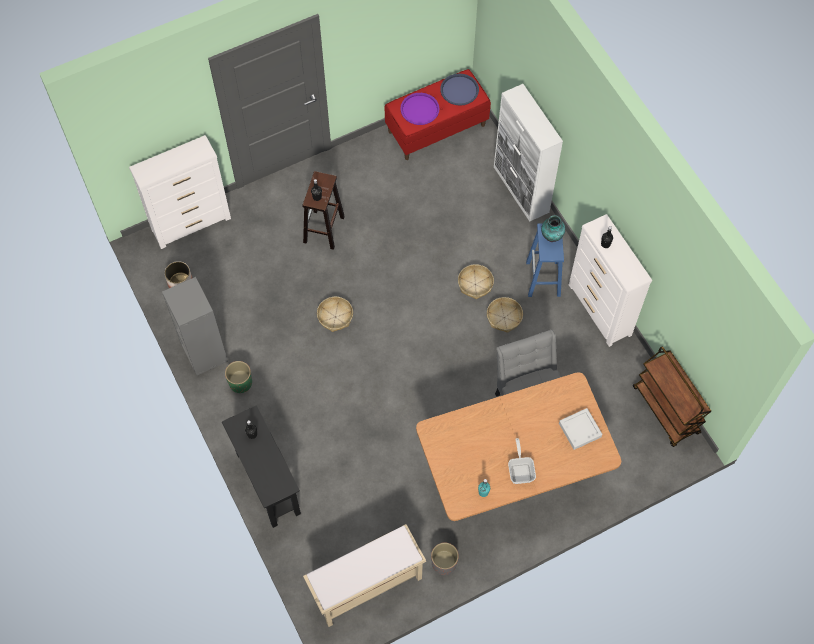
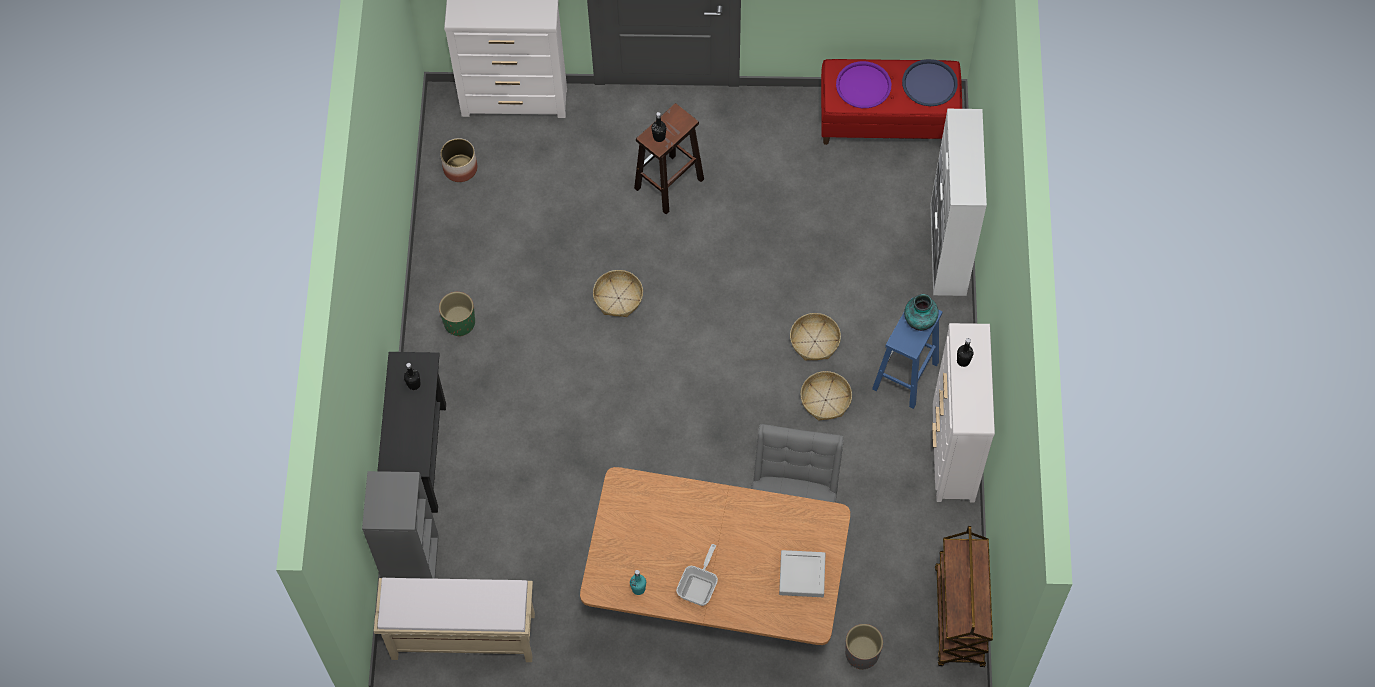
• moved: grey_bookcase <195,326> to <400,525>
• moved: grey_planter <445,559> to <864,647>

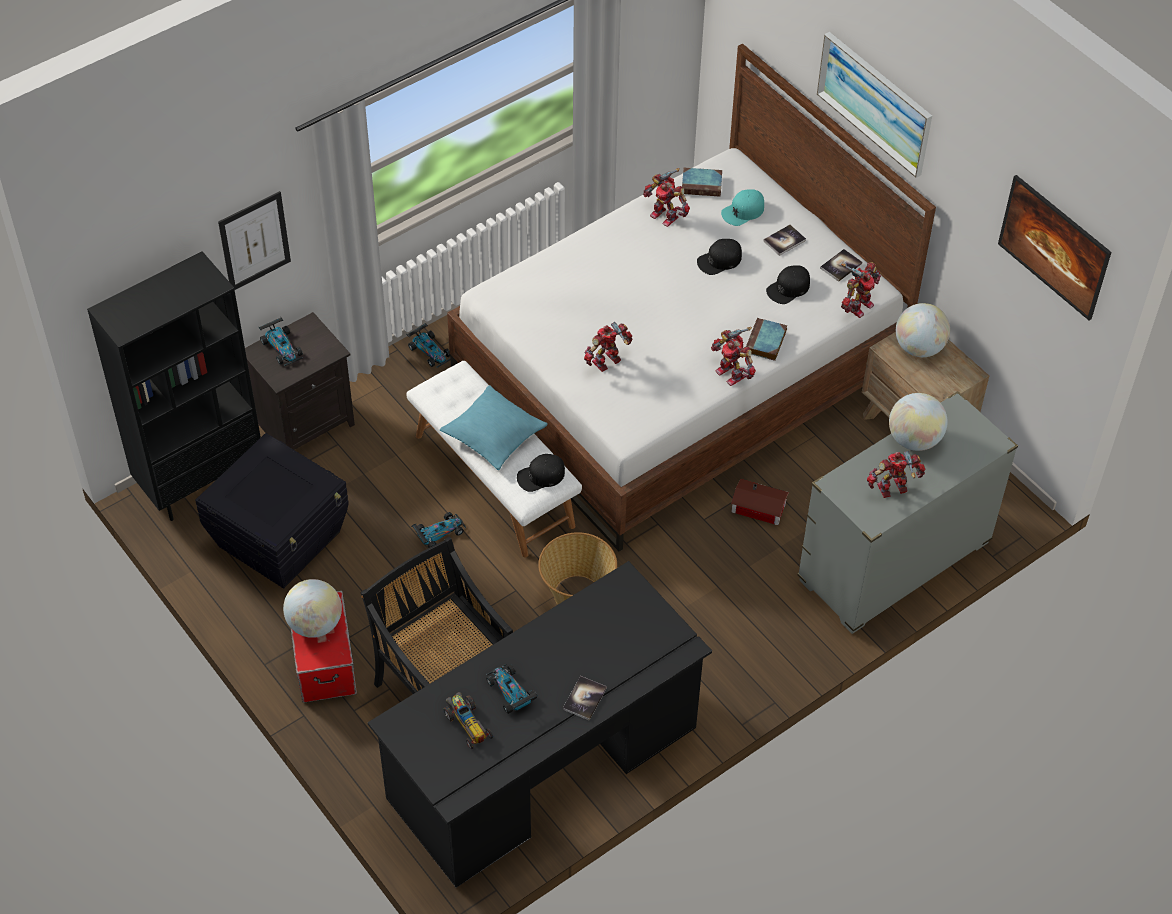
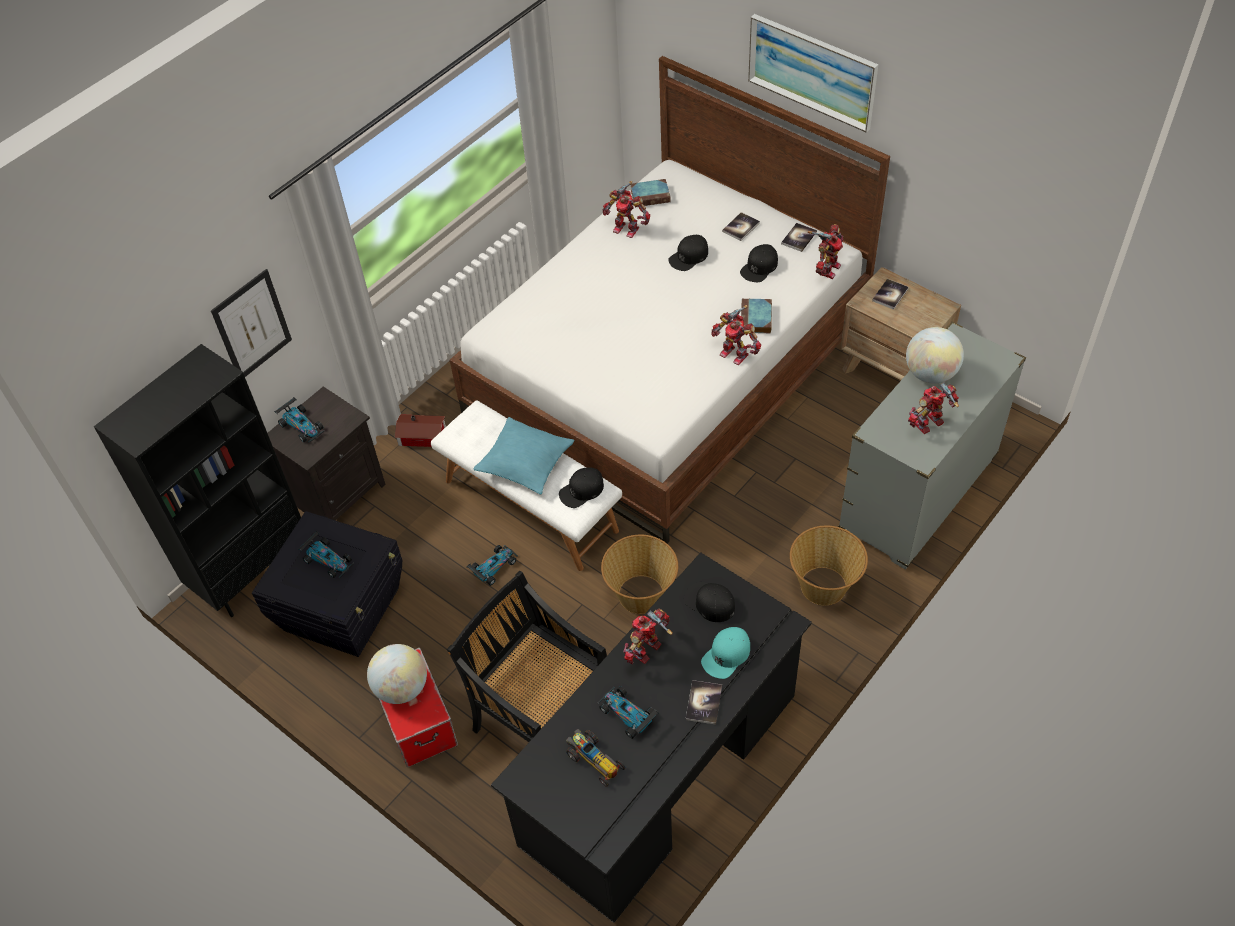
• removed: picture <1055,247>
• added: black_cap <709,602>
• added: basket <829,566>
• moved: toy_car <428,345> to <326,554>
• moved: toy_robot <608,347> to <648,636>
• moved: turquoise_cap <742,207> to <725,653>
• moved: toy_house <760,502> to <420,430>
• replaced: globe <923,330> to book <890,294>

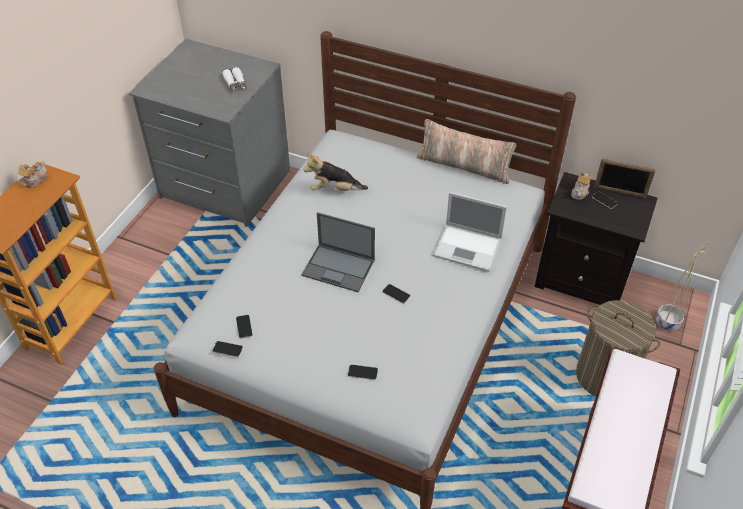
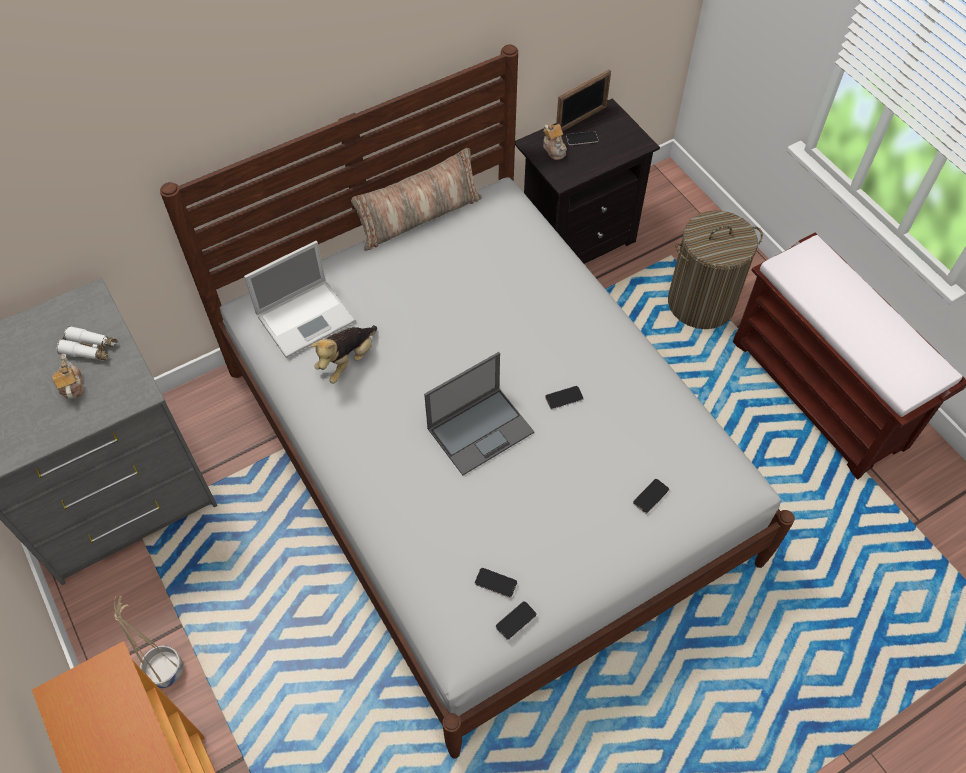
• moved: teapot <32,174> to <68,376>
• moved: laptop <470,231> to <300,299>
• moved: beige_planter <683,286> to <148,642>

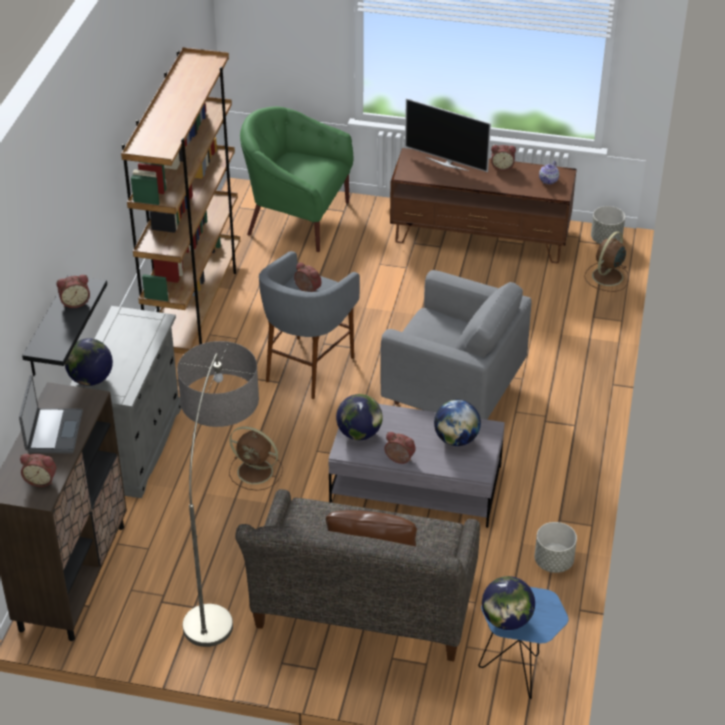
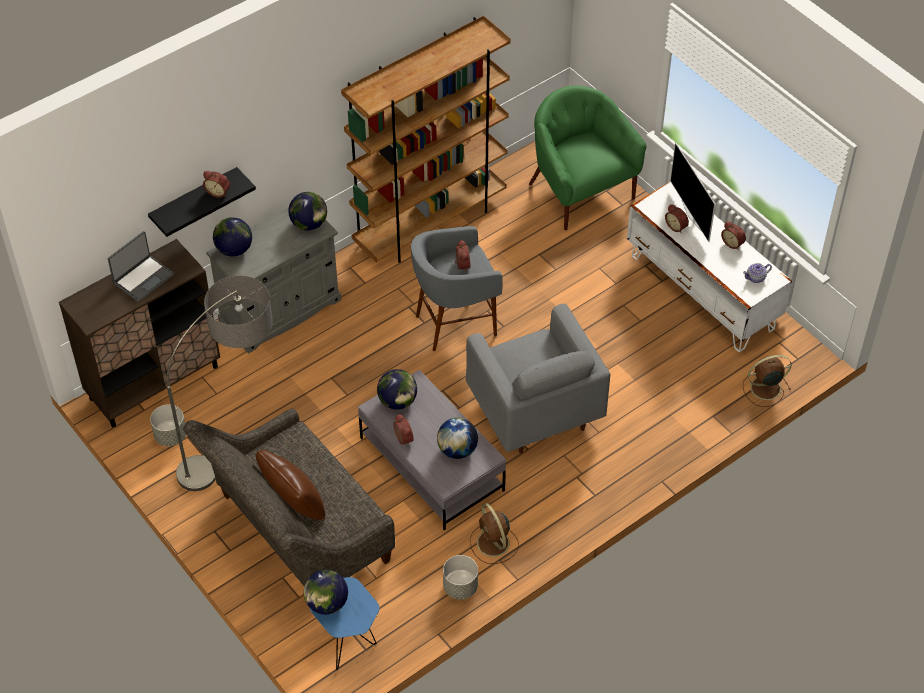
• added: globe <307,211>
• moved: alarm_clock <38,470> to <677,218>
• moved: brown_fan <256,458> to <494,533>
• moved: grey_planter <608,225> to <168,425>
• recoloured: brown_tv_stand <483,206> to white_tv_stand <709,267>

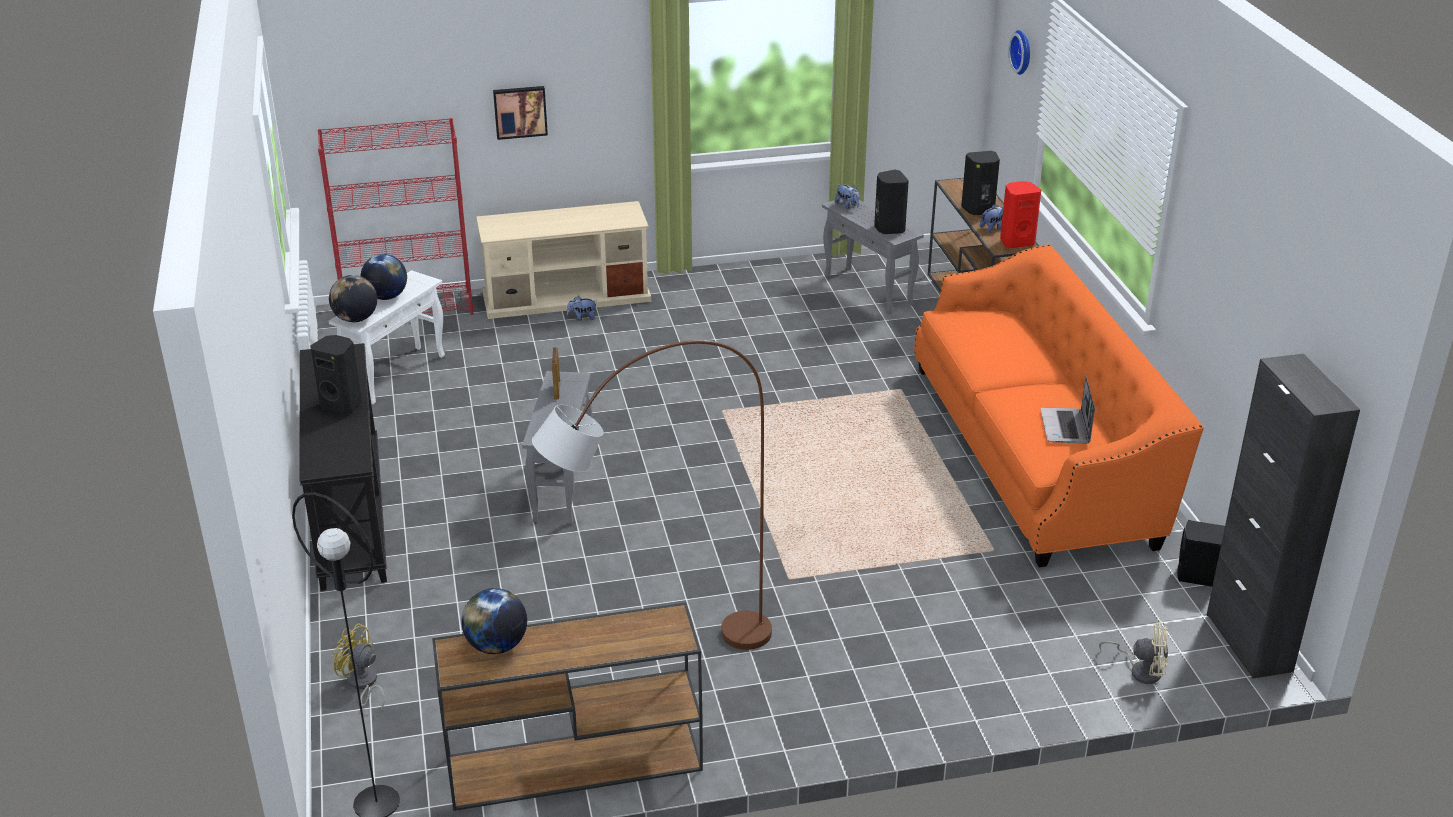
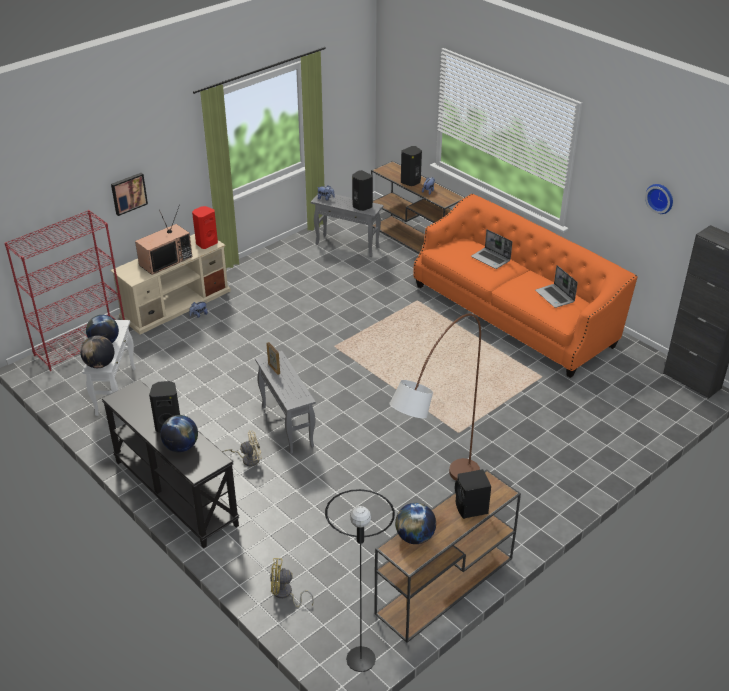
• added: television <163,241>
• added: globe <179,433>
• added: laptop <491,249>
• moved: red_speaker <1020,214> to <205,227>
• moved: wall_clock <1019,52> to <659,199>
• moved: beige_fan <1133,653> to <242,448>
• moved: black_speaker <1201,553> to <473,494>

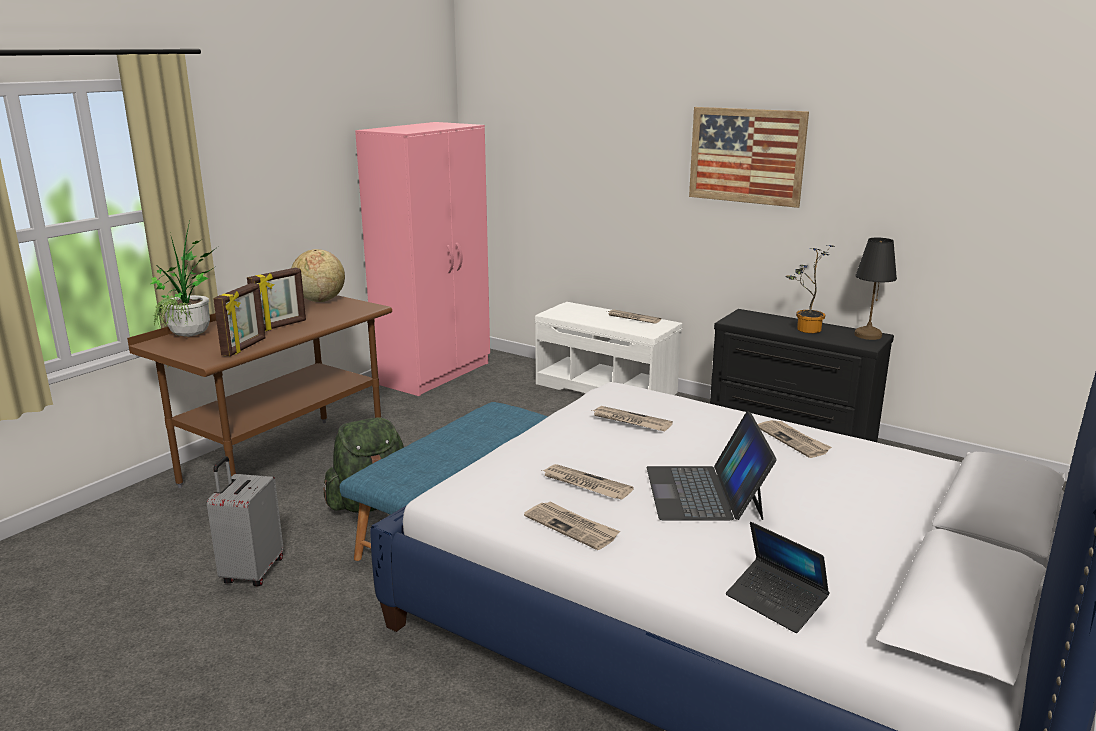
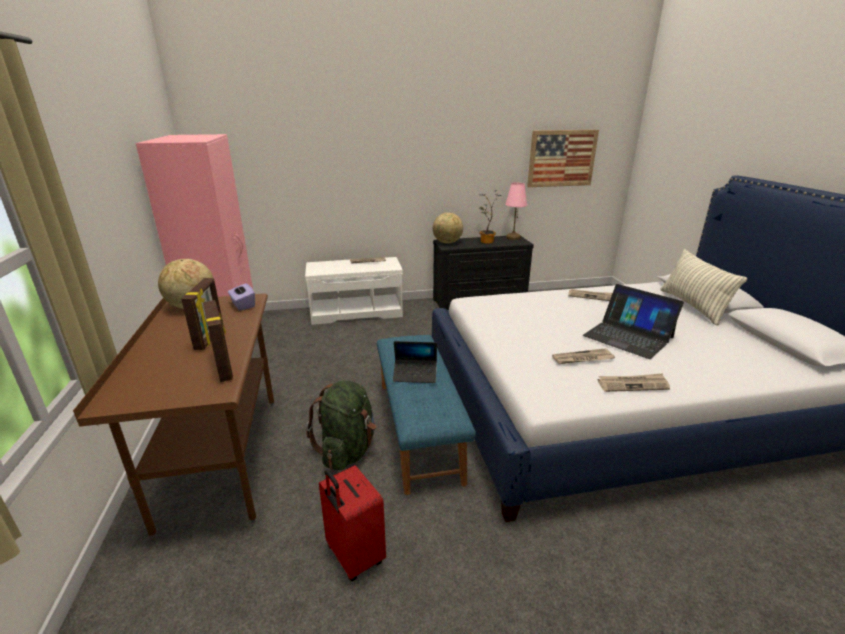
• removed: potted_plant <183,279>
• removed: newspaper <632,418>
• added: purple_tissue_box <241,297>
• added: globe <448,228>
• added: pillow <704,287>
• moved: picture <749,157> to <563,158>
• moved: laptop <777,577> to <415,362>
• recoloured: grey_suitcase <245,521> to red_suitcase <352,523>
• recoloured: black_table_lamp <875,289> to pink_table_lamp <516,211>

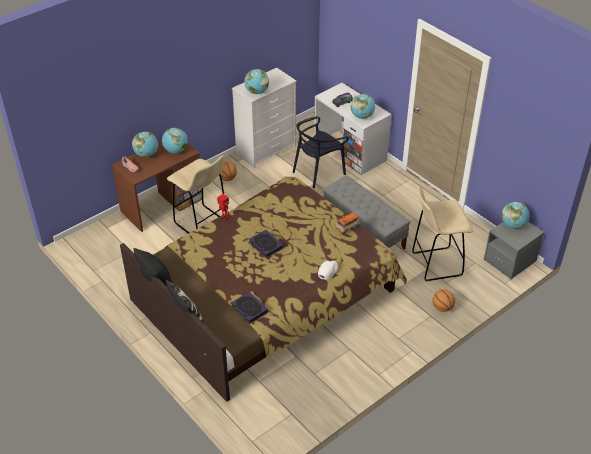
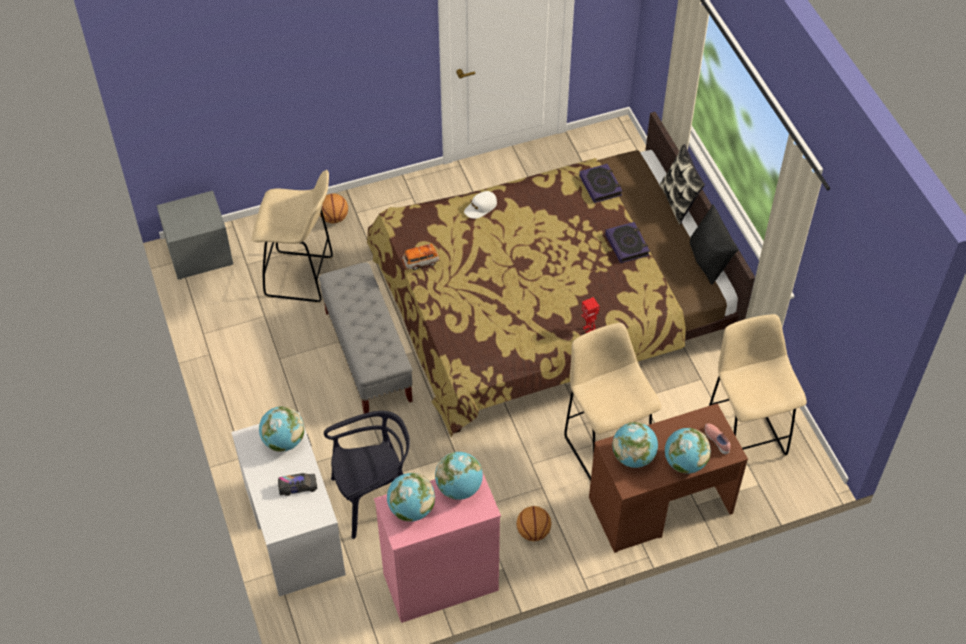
• added: beige_stool <758,385>
• moved: book <266,244> to <627,242>
• moved: globe <515,215> to <411,497>
• recoloured: white_dresser <264,118> to pink_dresser <437,547>

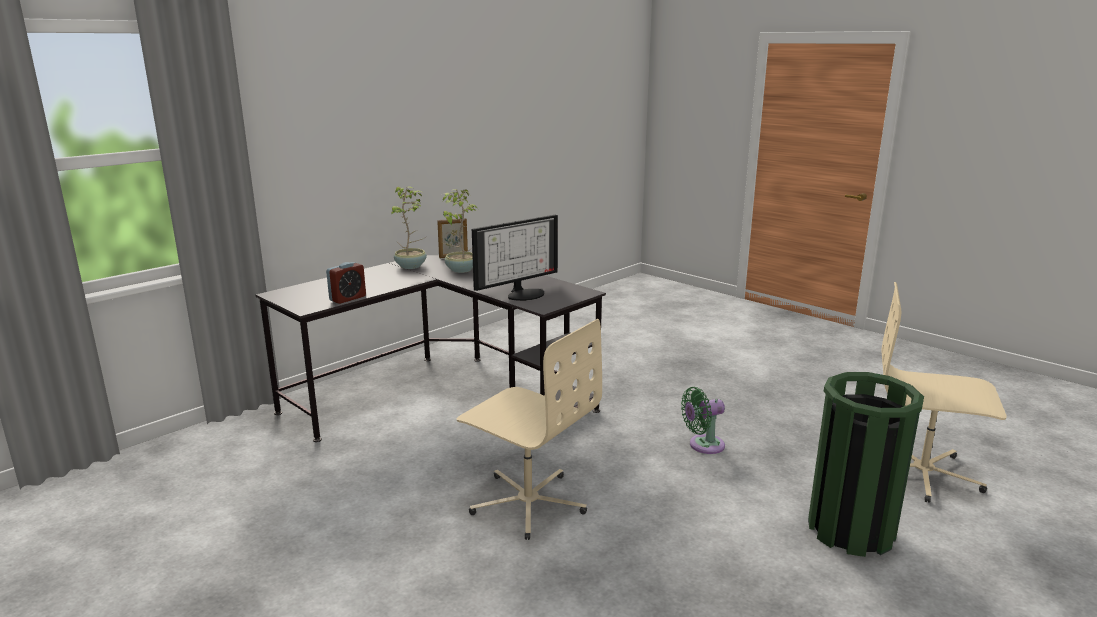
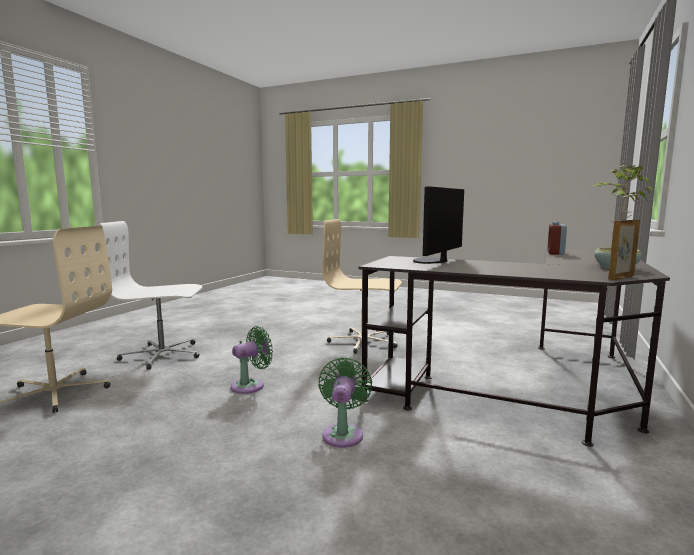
• removed: potted_plant <460,231>
• added: green_fan <345,402>
• replaced: green_trash_can <866,464> to white_office_chair <151,295>

